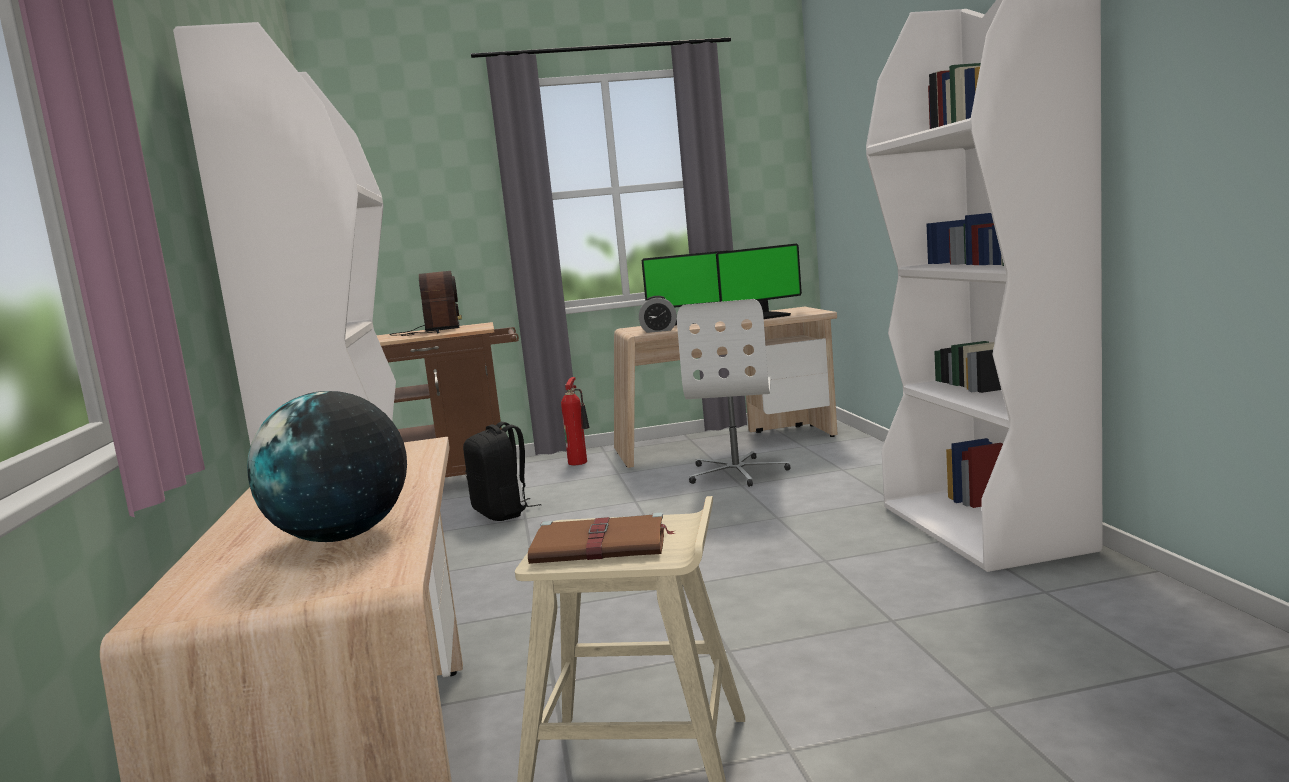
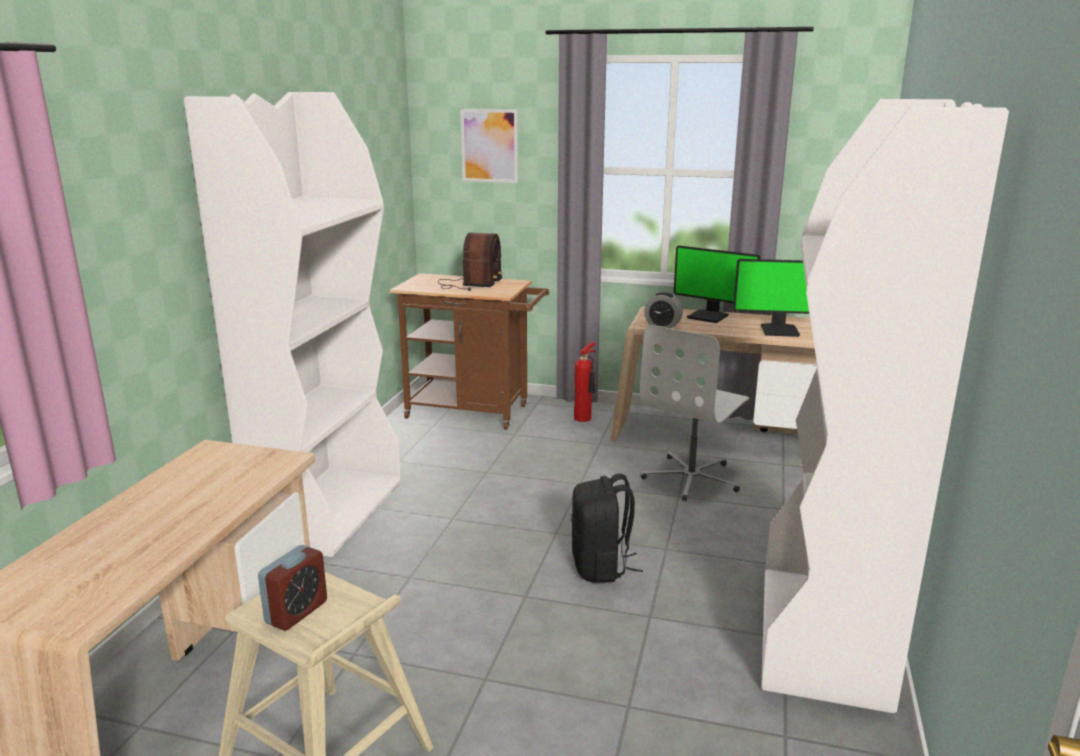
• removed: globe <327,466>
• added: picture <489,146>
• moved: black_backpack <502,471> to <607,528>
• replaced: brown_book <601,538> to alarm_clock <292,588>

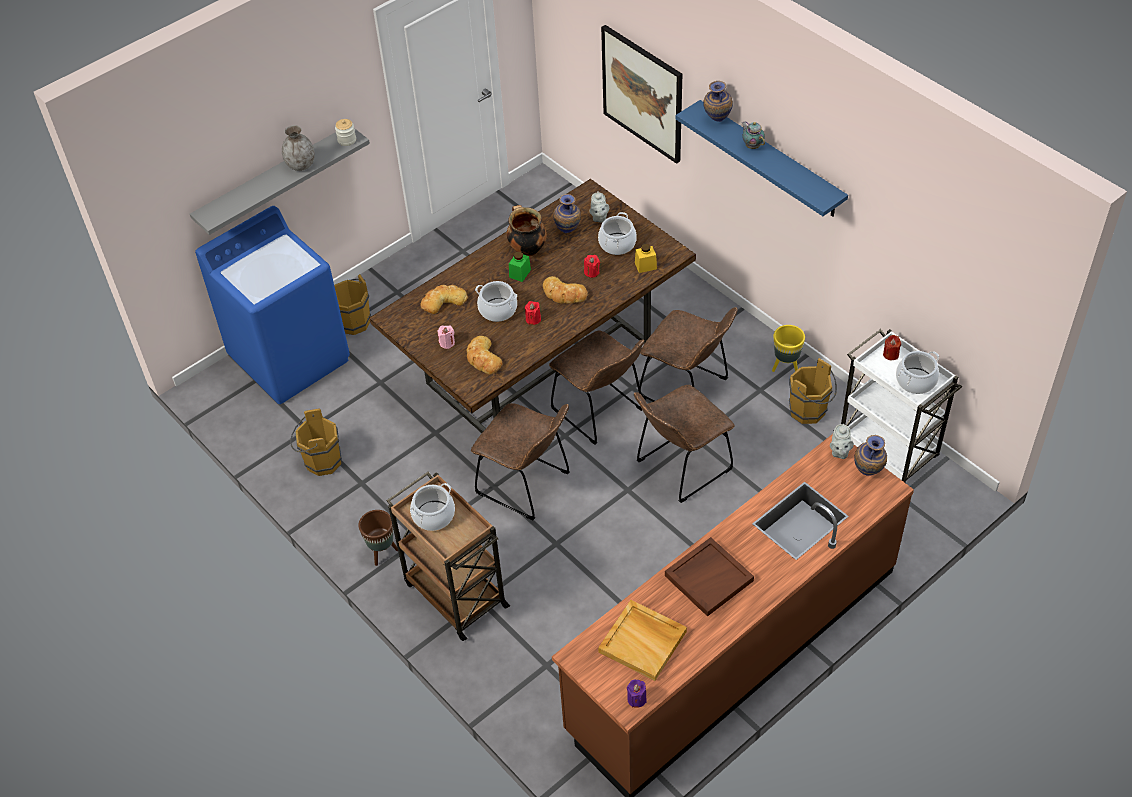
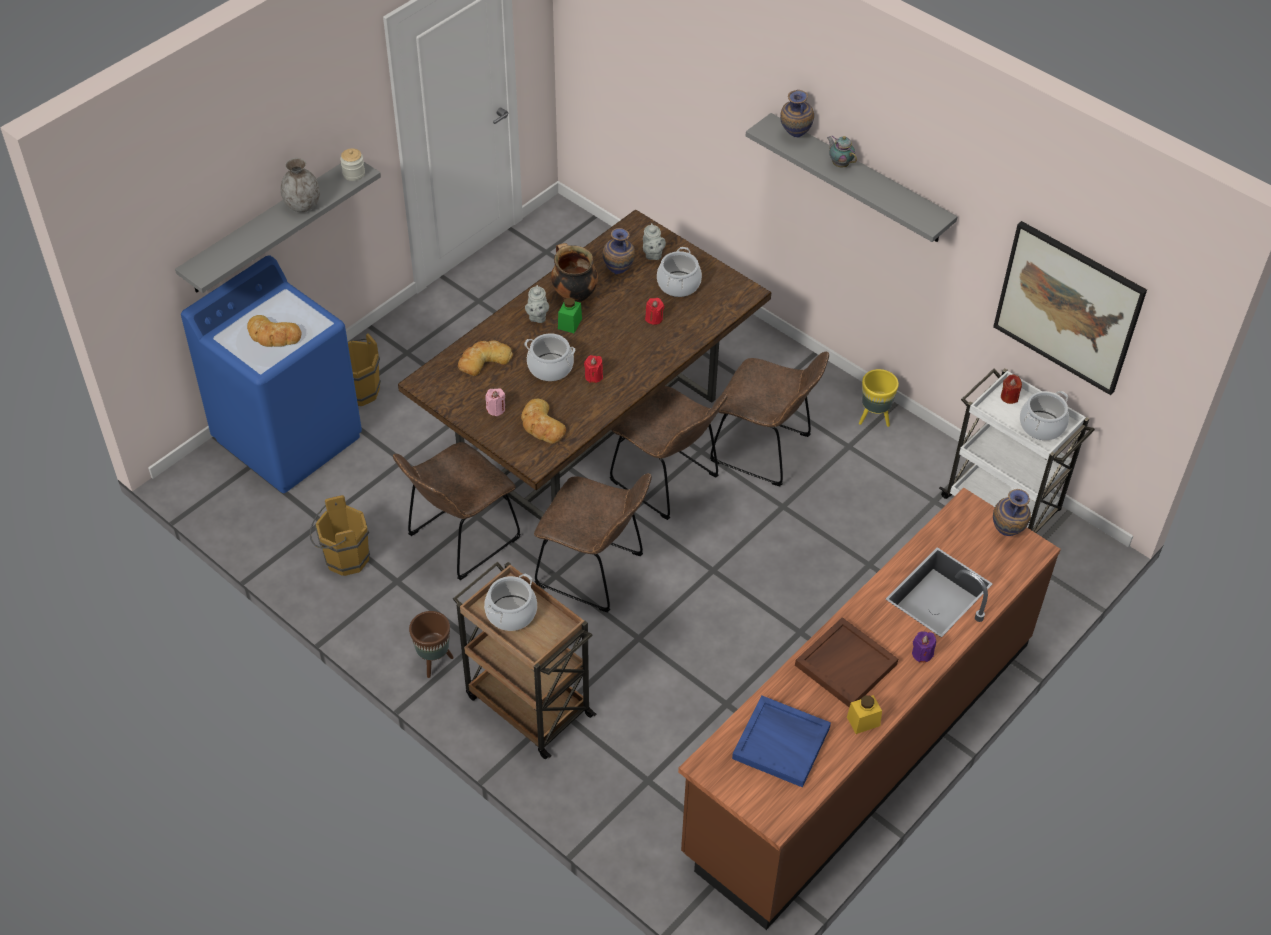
• removed: brown_bucket <813,391>
• moved: bread <565,290> to <274,331>
• moved: picture <641,94> to <1070,308>
• moved: purple_candle <637,694> to <924,647>
• moved: brown_chair <684,444> to <457,511>
• moved: yellow_jar <646,258> to <864,714>
• moved: grey_teapot <842,441> to <537,304>
• recoloured: beige_tray <642,640> to blue_tray <781,741>
• recoloured: blue_shelf <762,158> to grey_shelf <852,177>

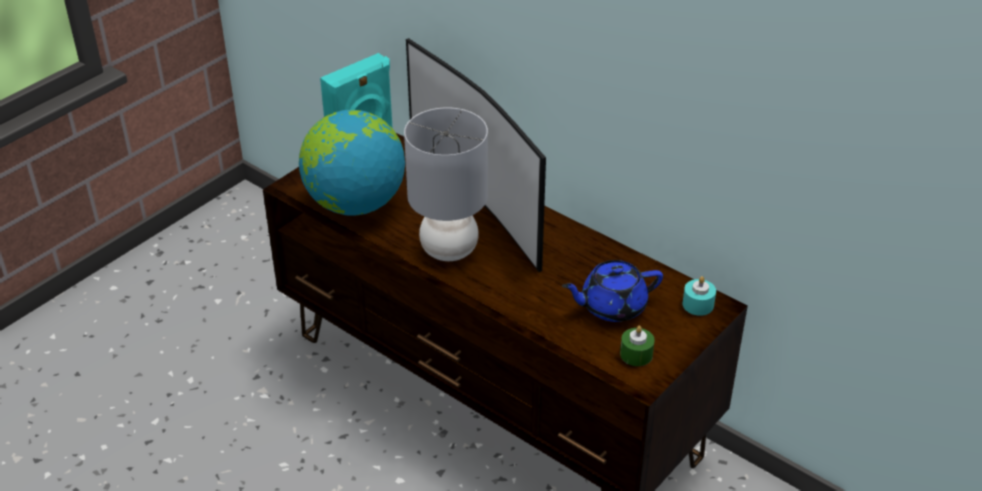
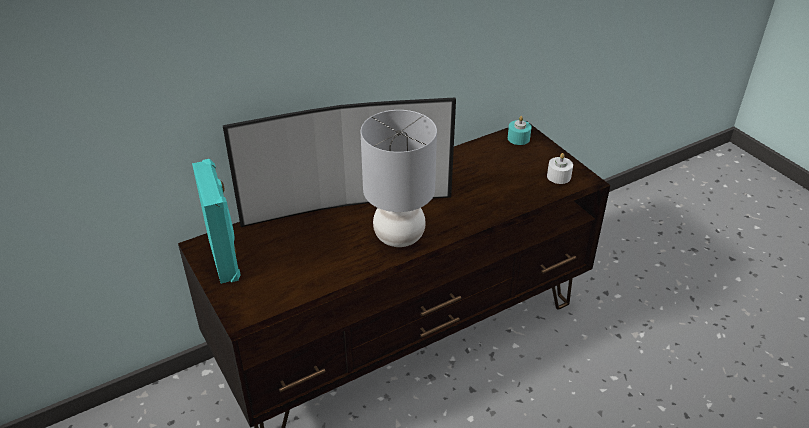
• removed: globe <352,163>
• removed: blue_teapot <612,291>
• recoloured: green_candle <637,346> to white_candle <560,168>

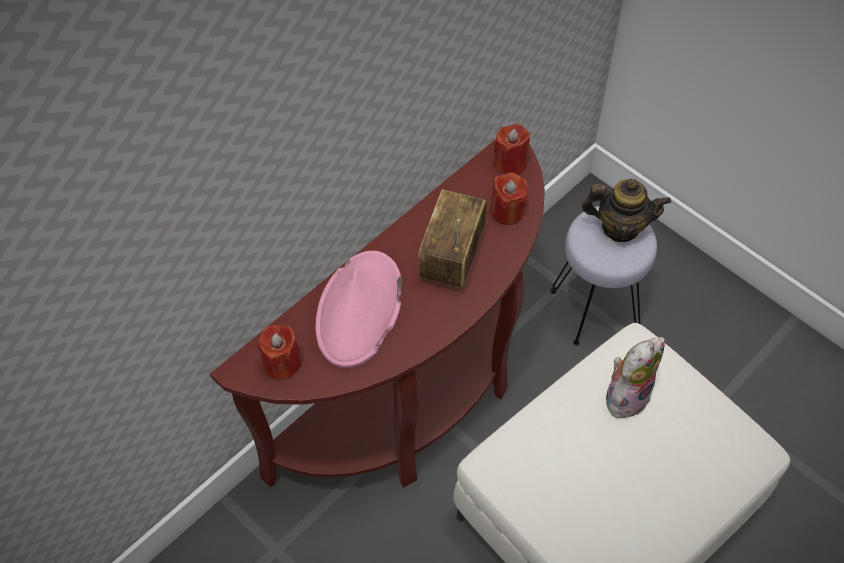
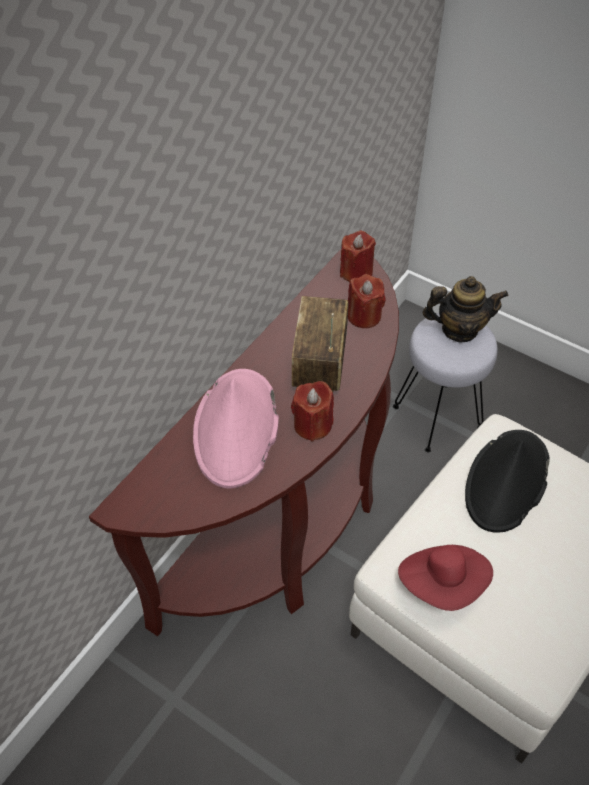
• added: red_hat <445,578>
• moved: red_candle <279,353> to <312,411>
• replaced: plush_toy <635,377> to black_hat <507,481>

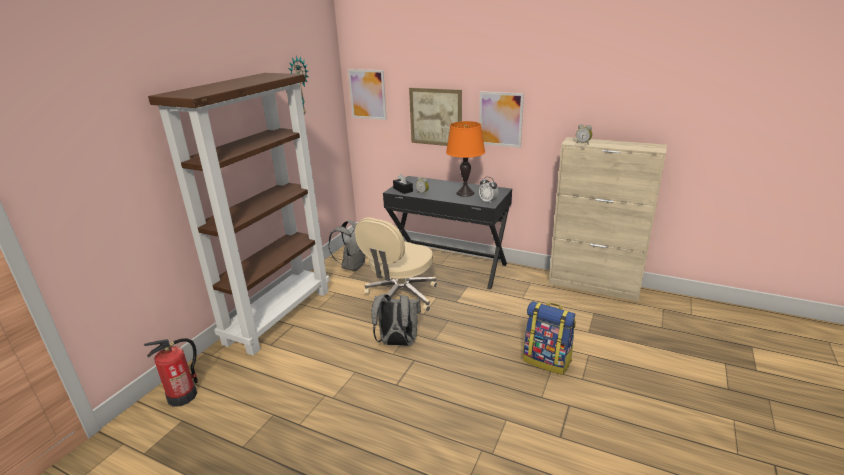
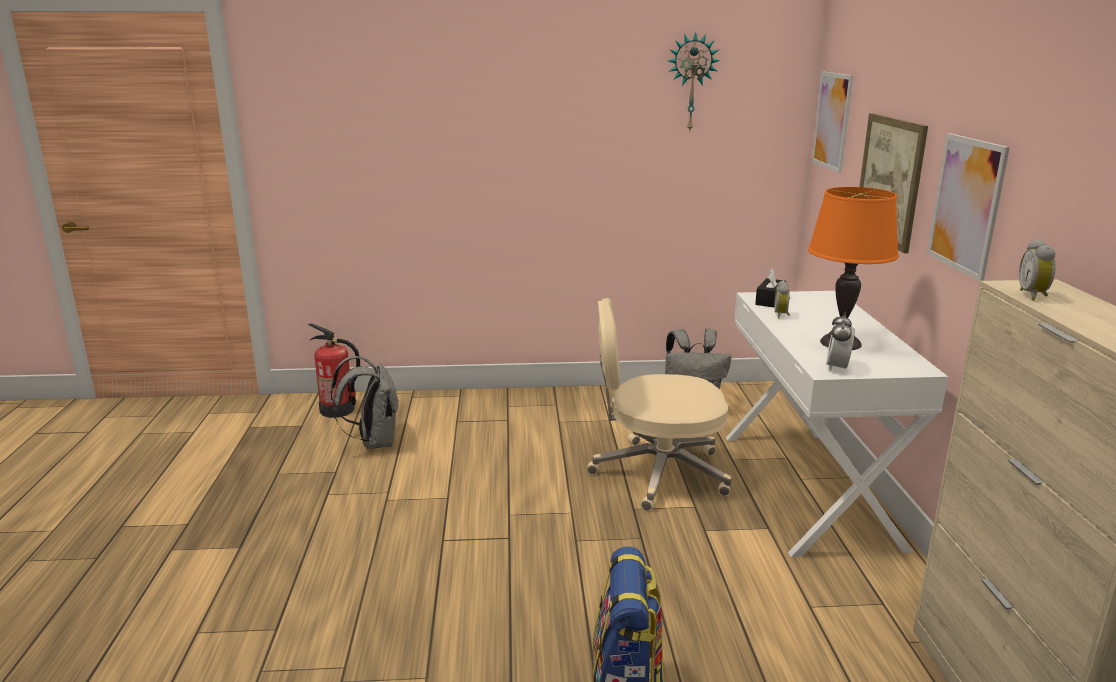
• removed: brown_bookcase <239,214>
• moved: grey_backpack <396,319> to <364,402>
• recoloured: black_desk <447,233> to white_desk <837,424>

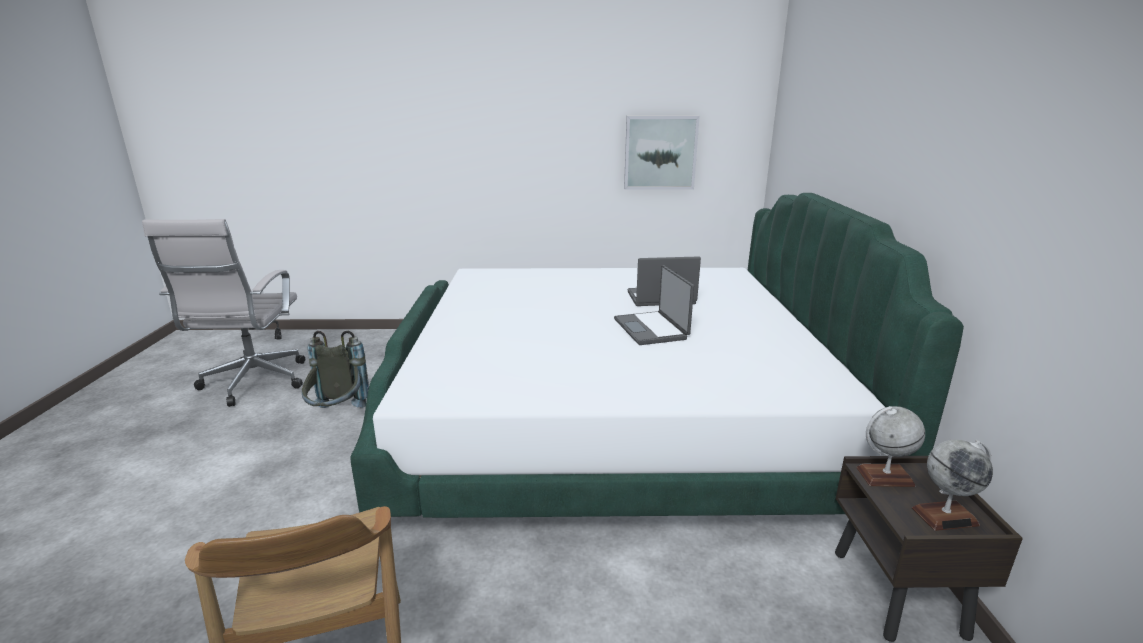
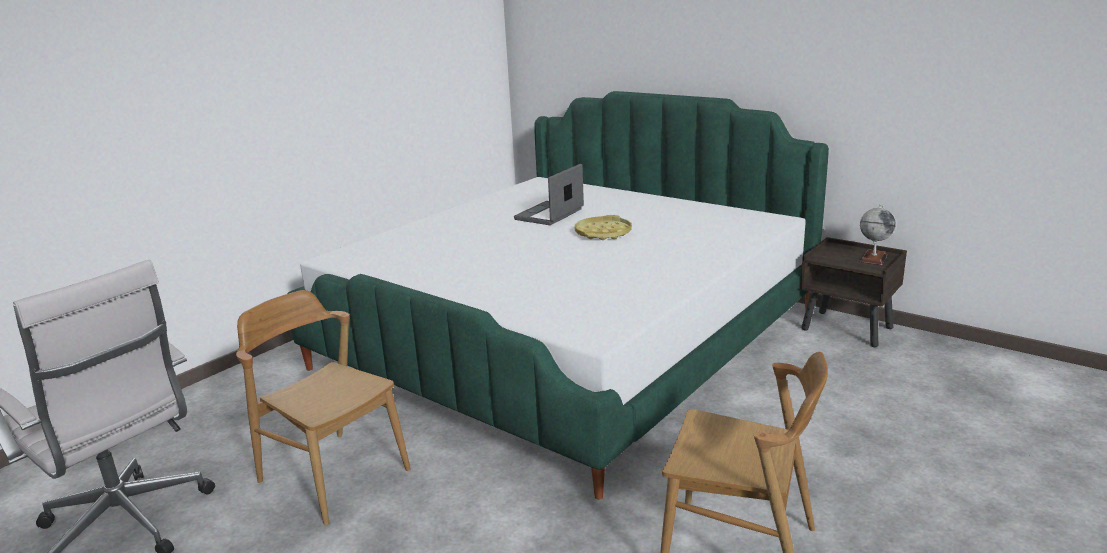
• removed: picture <662,153>
• removed: globe <890,446>
• replaced: grey_backpack <335,369> to brown_chair <323,408>
• replaced: laptop <654,305> to yellow_tray <603,227>

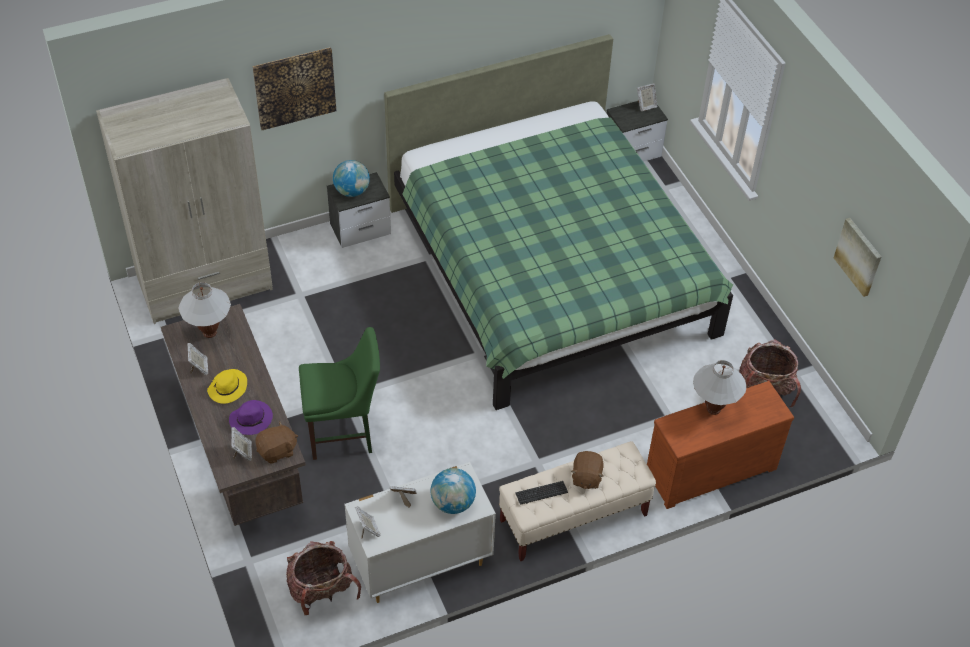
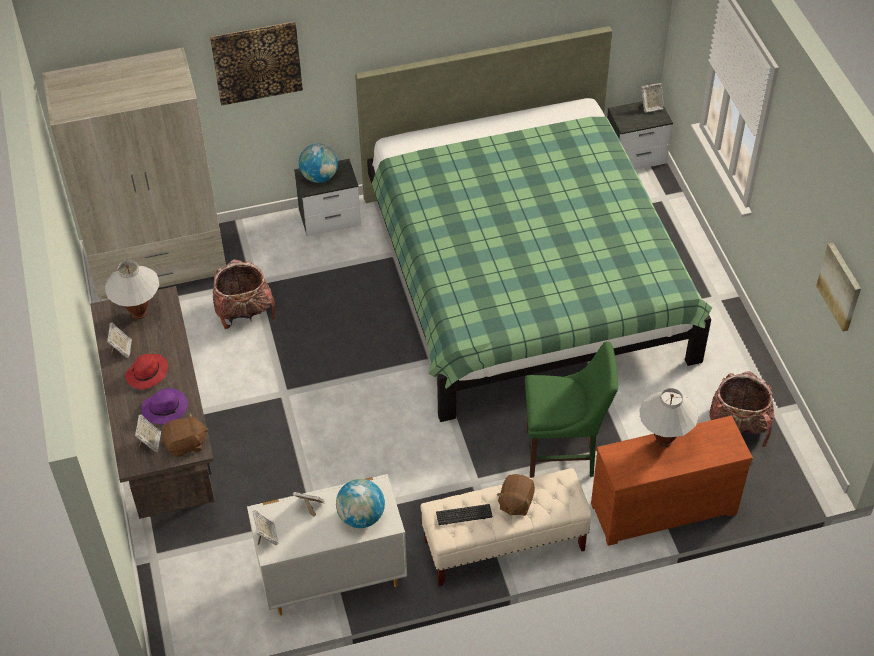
• moved: backpack <323,578> to <244,294>
• moved: green_chair <339,393> to <571,409>
• recoloured: yellow_hat <227,386> to red_hat <146,371>

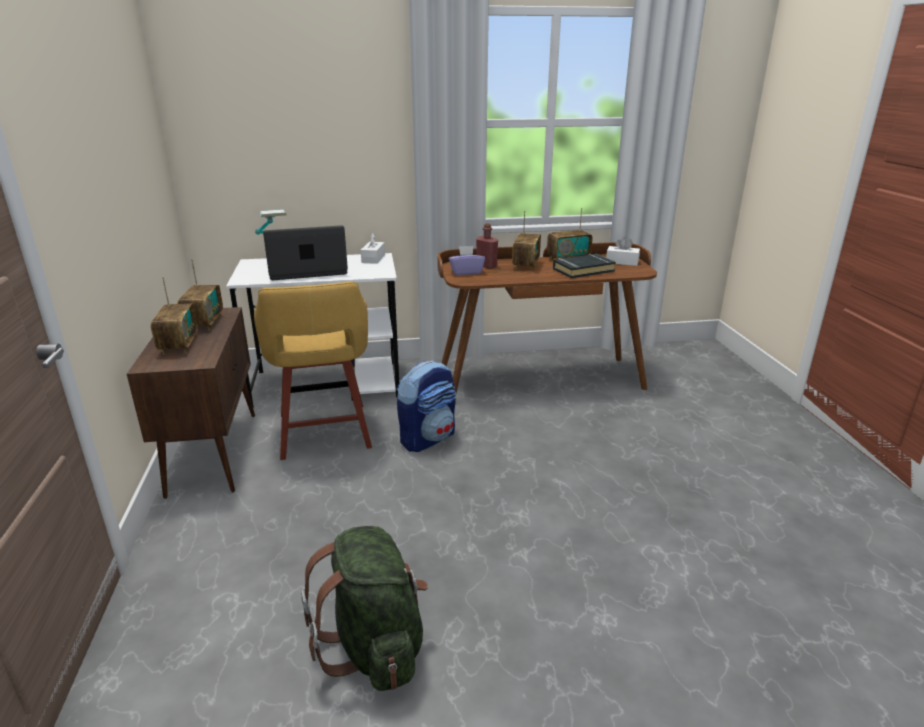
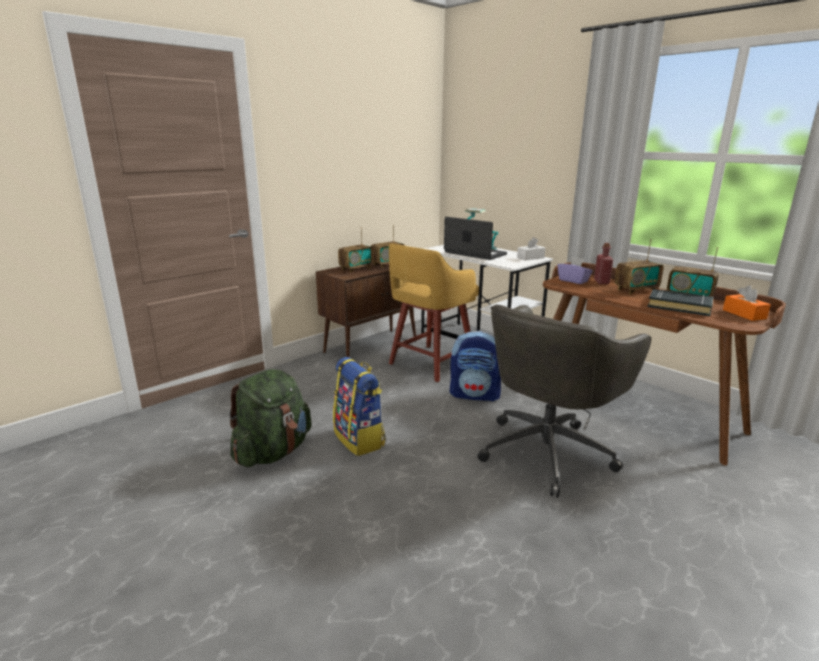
• added: backpack <359,406>
• added: grey_office_chair <564,401>
• recoloured: white_tissue_box <623,251> to orange_tissue_box <747,303>

